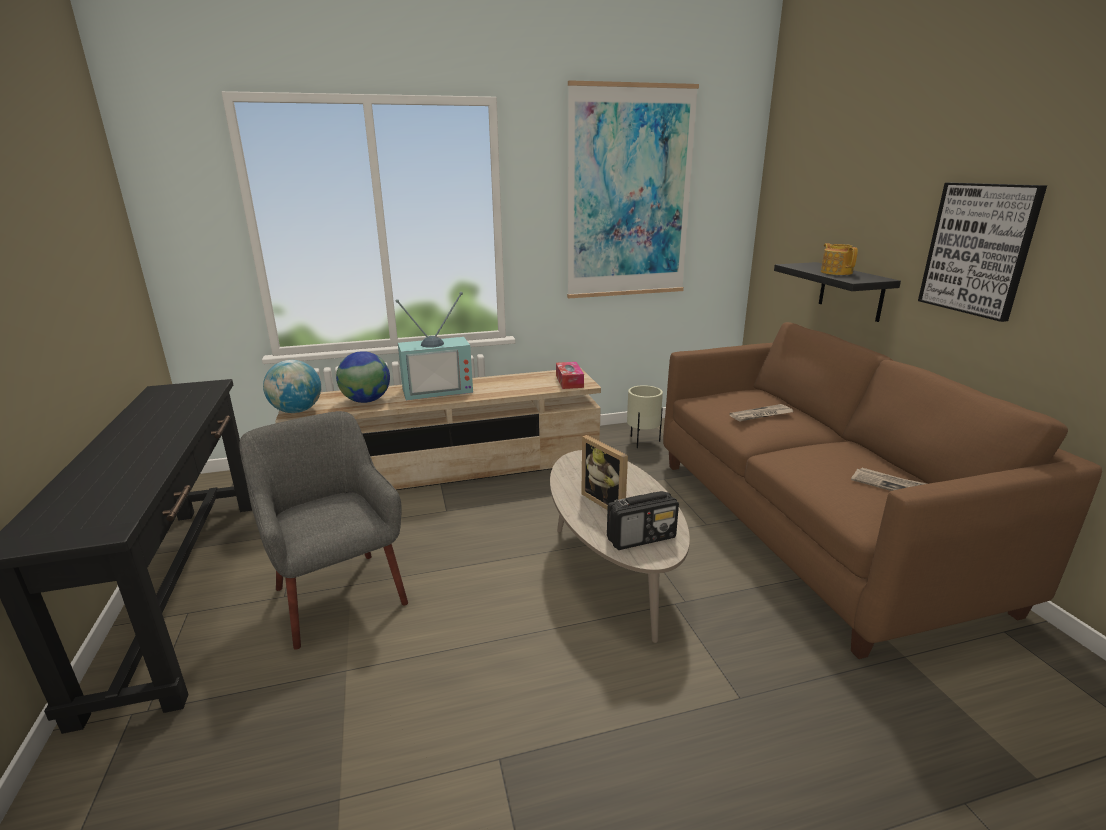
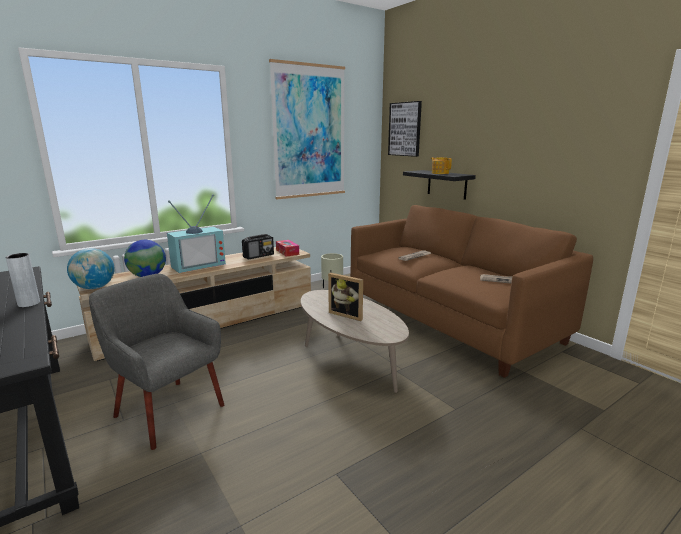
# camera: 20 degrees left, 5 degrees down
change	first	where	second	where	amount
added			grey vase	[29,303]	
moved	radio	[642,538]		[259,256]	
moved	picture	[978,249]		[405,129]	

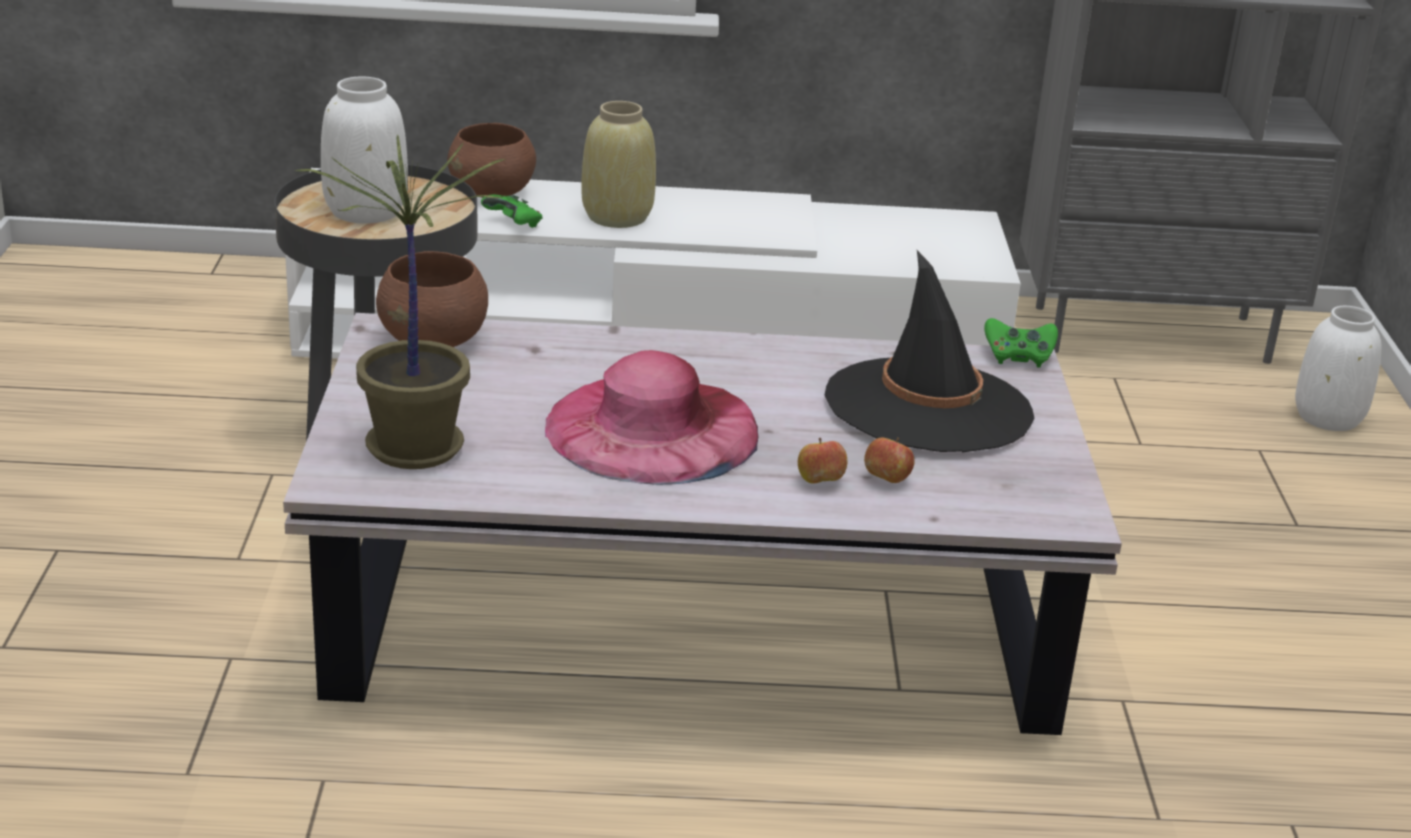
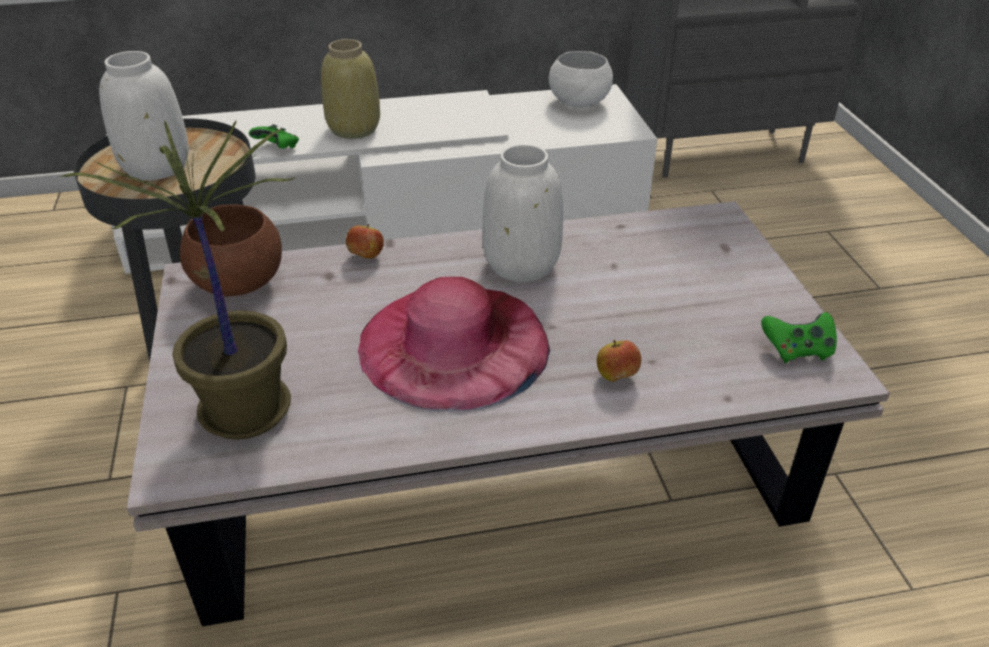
# camera: 10 degrees left, 10 degrees up
change	first	where	second	where	amount
moved	apple	[886,480]		[366,256]	
moved	white vase	[1327,418]		[520,265]	
added			white bowl	[578,103]	
moved	green game controller	[1018,358]		[797,350]	
removed	brown bowl	[492,193]			
removed	black hat	[928,407]			

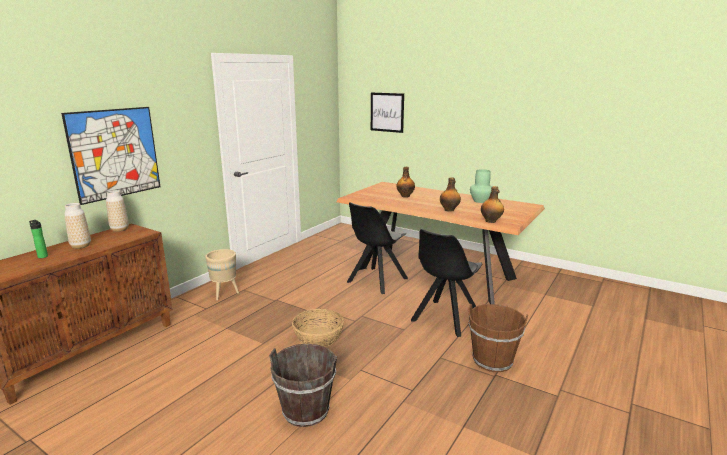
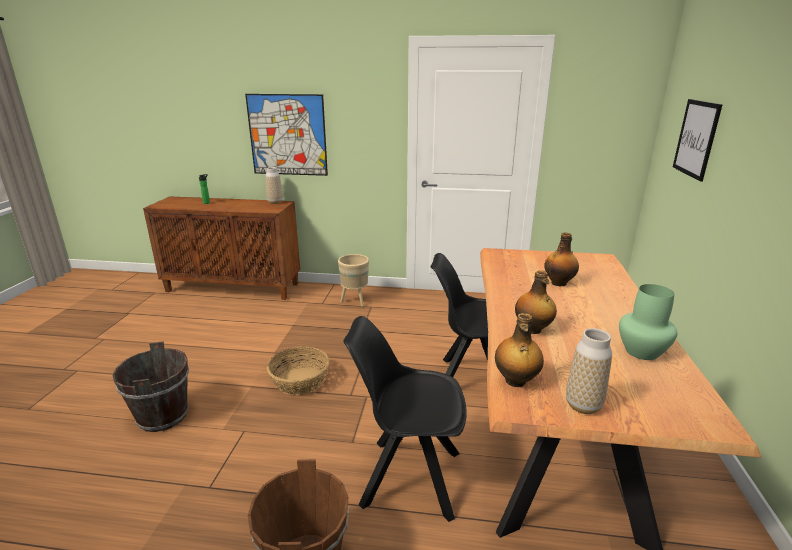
# camera: 65 degrees right, 5 degrees up
change	first	where	second	where	amount
moved	vase	[81,246]		[583,405]	

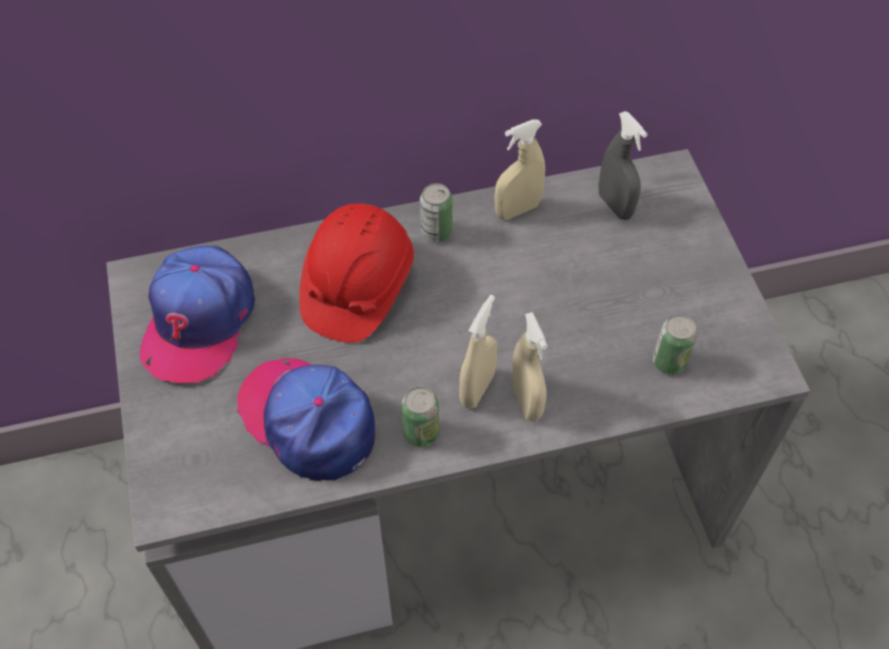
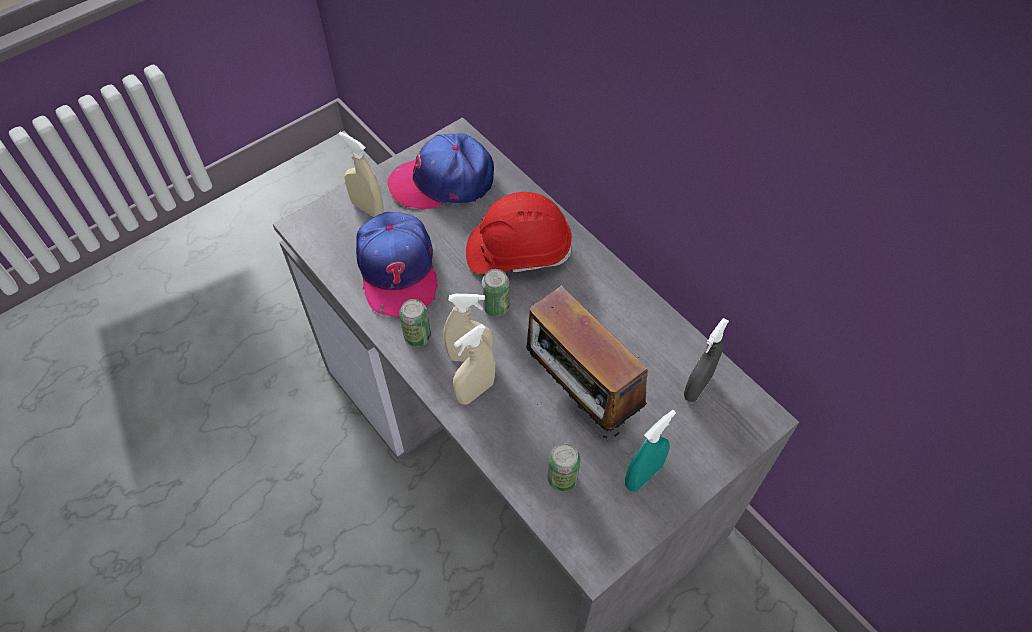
# camera: 65 degrees right, 0 degrees up
change	first	where	second	where	amount
moved	beige spray bottle	[517,210]		[367,208]	
turned	cap	[309,420]		[397,270]	150 degrees clockwise
moved	can	[436,232]		[496,307]	
added			radio	[580,395]	
added			turquoise spray bottle	[643,476]	

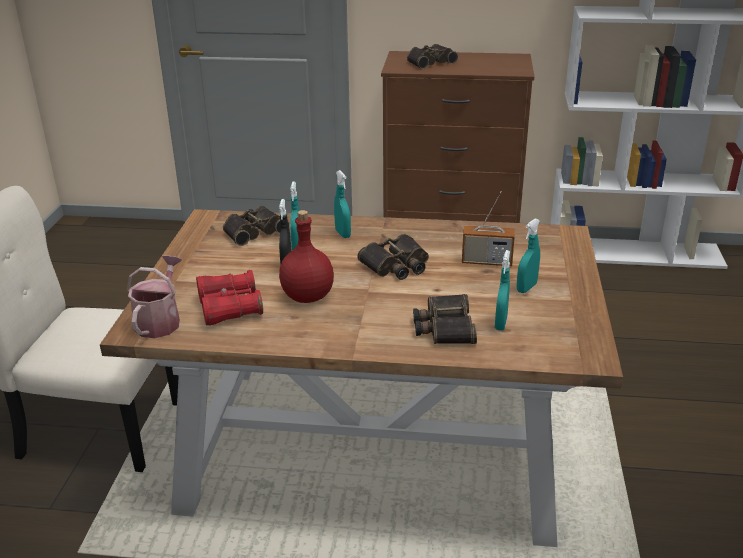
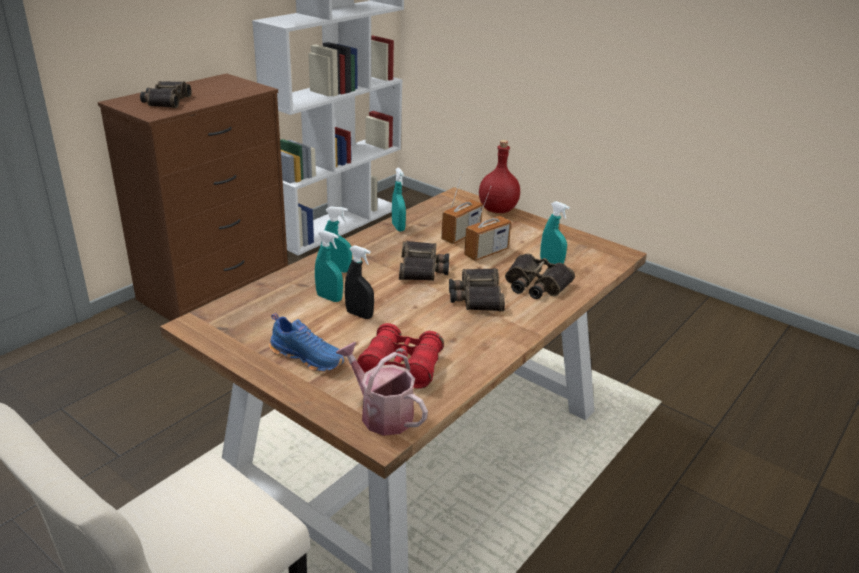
# camera: 60 degrees left, 0 degrees up
change	first	where	second	where	amount
added			blue shoe	[308,357]	
moved	turquoise spray bottle	[526,288]		[398,227]	
moved	binoculars	[253,231]		[476,296]	
added			radio	[486,253]	
moved	red bottle	[307,296]		[497,209]	

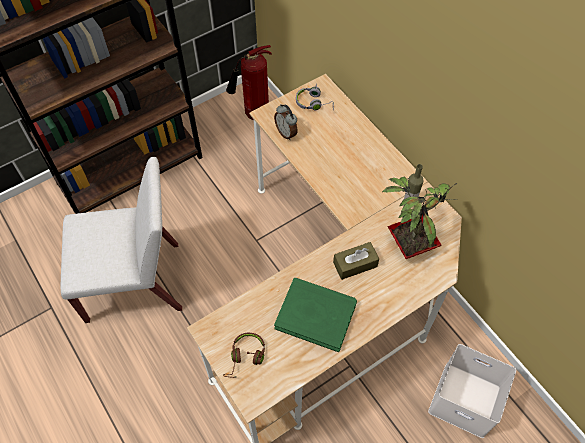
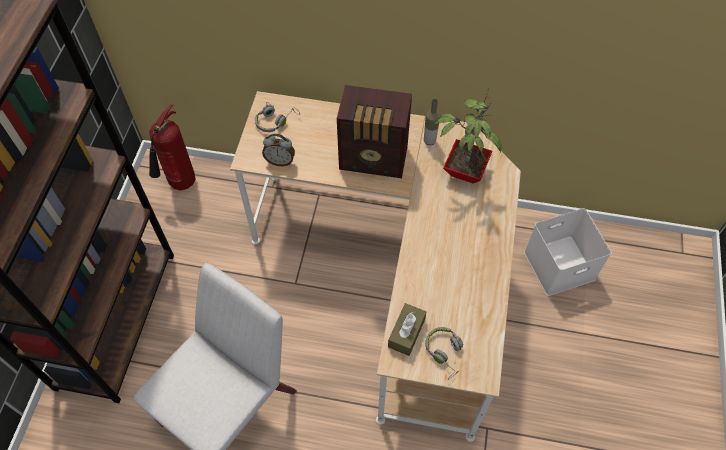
# camera: 45 degrees left, 0 degrees up
change	first	where	second	where	amount
added			radio	[374,159]	
moved	brown tissue box	[355,264]		[406,333]	
recoloured	brown headphones	[245,357]	grey headphones	[445,353]	
removed	green book	[316,315]			

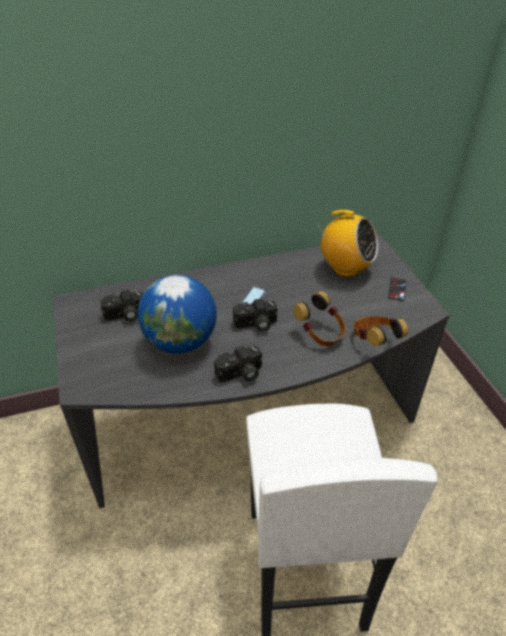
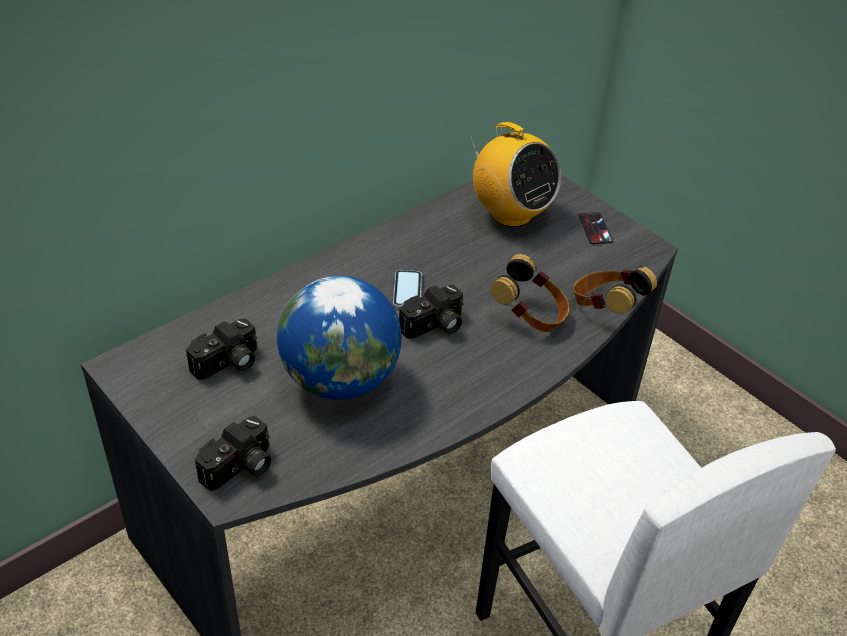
# camera: 25 degrees left, 0 degrees up
change	first	where	second	where	amount
moved	photo camera	[240,374]		[240,468]	
turned	radio	[345,268]		[510,214]	45 degrees clockwise

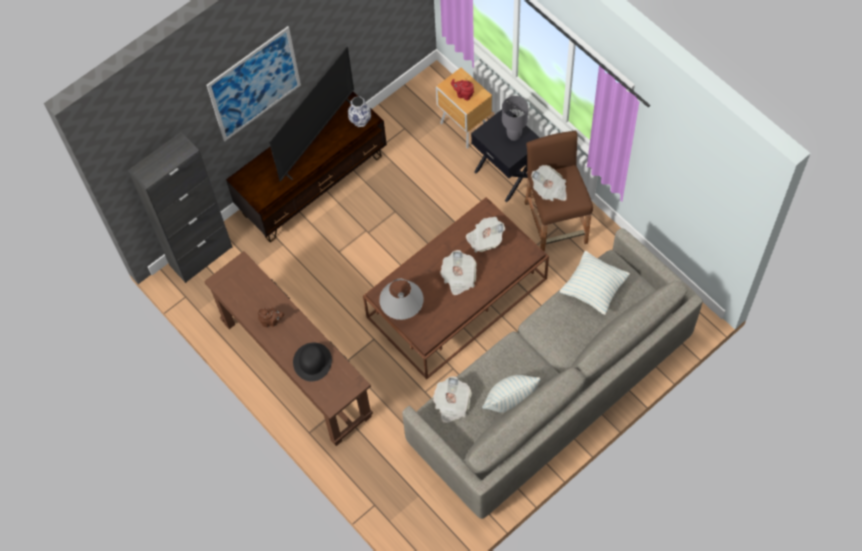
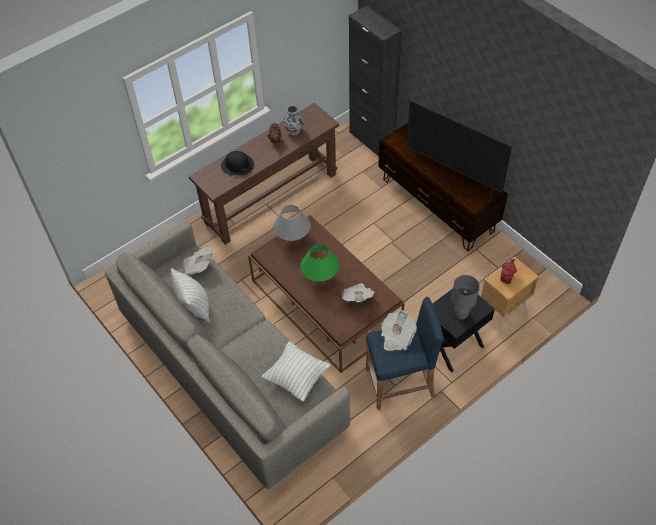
# camera: 90 degrees right, 10 degrees down
change	first	where	second	where	amount
moved	vase	[361,120]		[294,131]	
replaced	newspaper	[458,277]	green table lamp	[320,277]	
recoloured	brown stool	[555,222]	blue stool	[400,383]	
removed	picture	[254,84]			

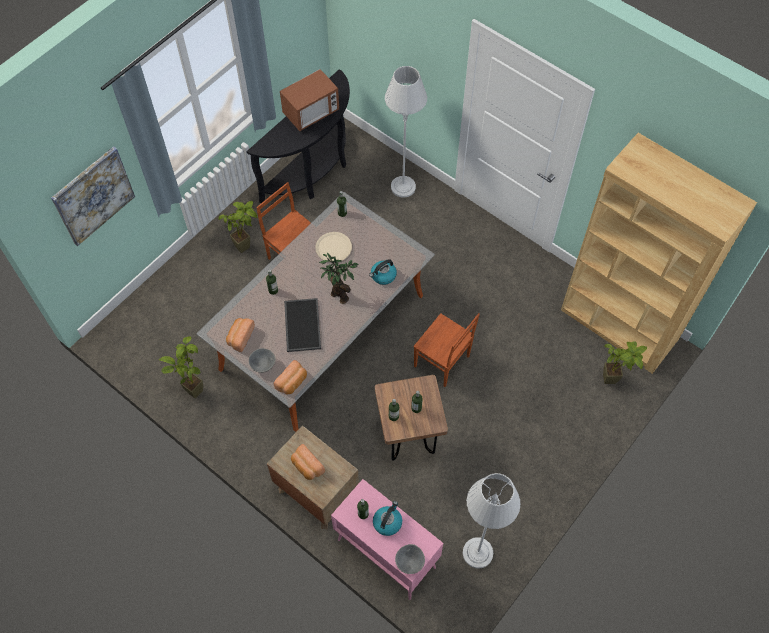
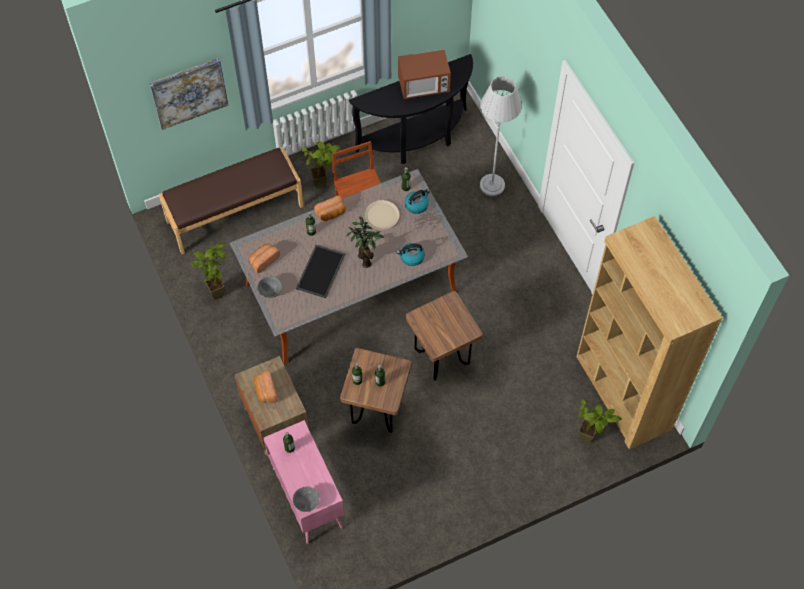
# camera: 25 degrees right, 0 degrees up
change	first	where	second	where	amount
added			brown bench	[234,213]	
moved	bread	[292,382]		[331,213]	
moved	kettle	[387,522]		[417,205]	
replaced	brown chair	[442,362]	brown stool	[441,358]	
removed	grey floor lamp	[477,553]			

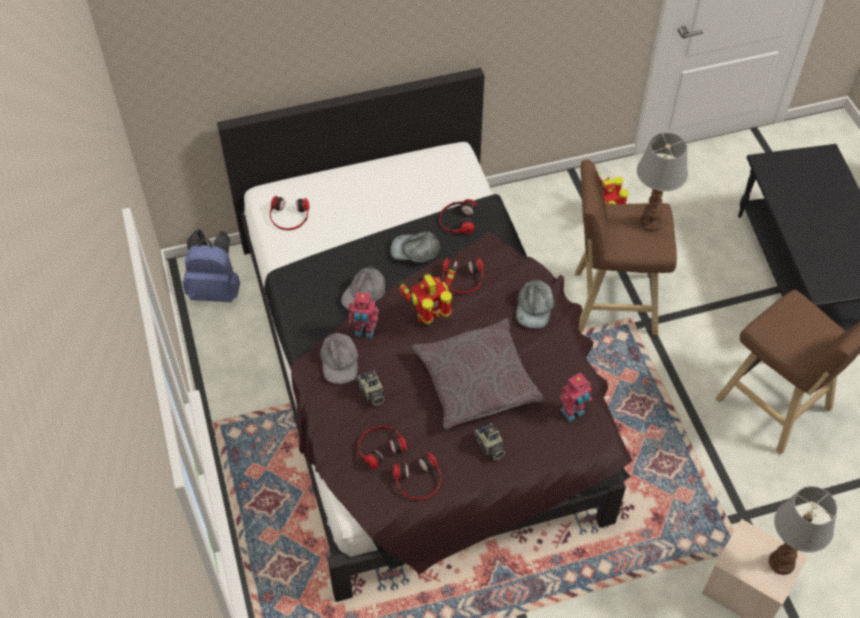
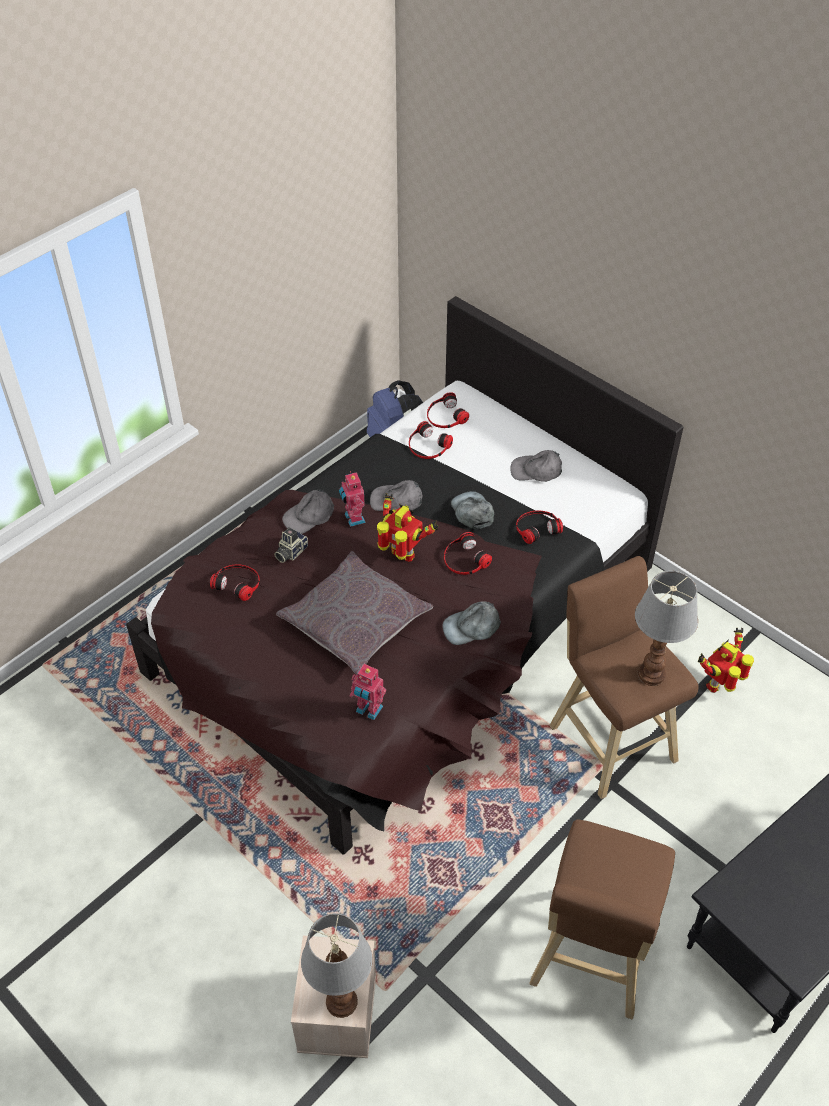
# camera: 60 degrees right, 5 degrees down
change	first	where	second	where	amount
moved	headphones	[418,481]		[428,446]	
added			grey cap	[536,470]	
removed	photo camera	[489,446]			

